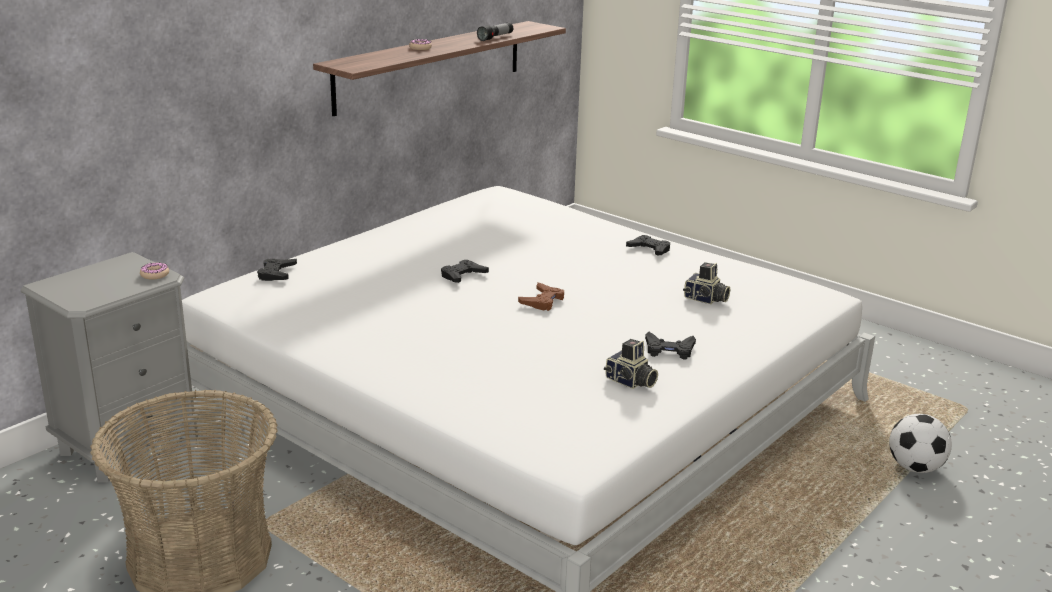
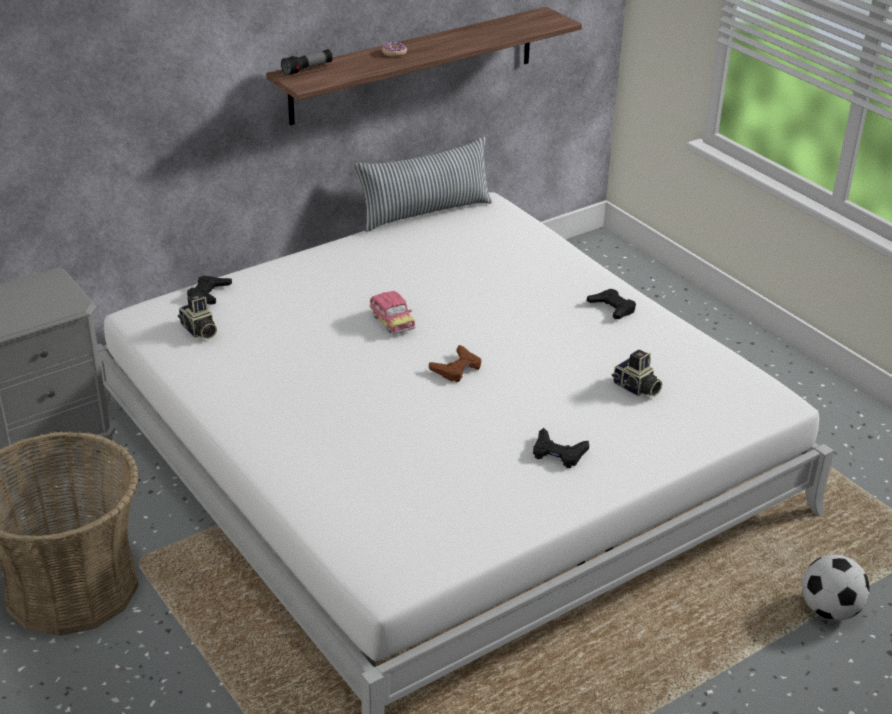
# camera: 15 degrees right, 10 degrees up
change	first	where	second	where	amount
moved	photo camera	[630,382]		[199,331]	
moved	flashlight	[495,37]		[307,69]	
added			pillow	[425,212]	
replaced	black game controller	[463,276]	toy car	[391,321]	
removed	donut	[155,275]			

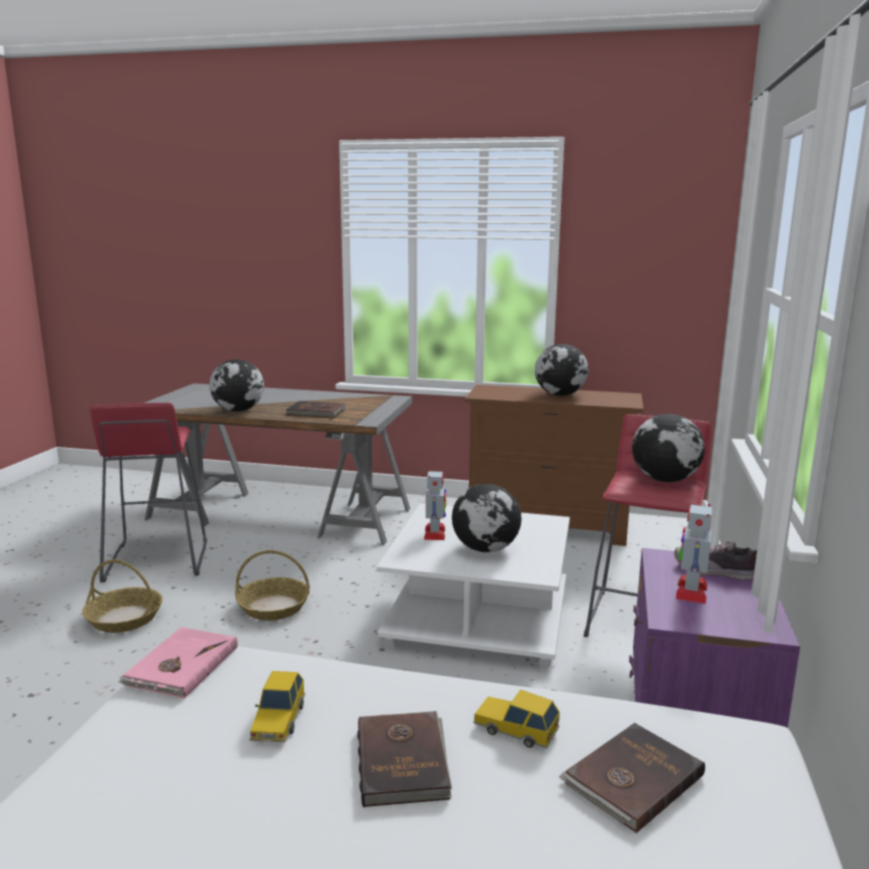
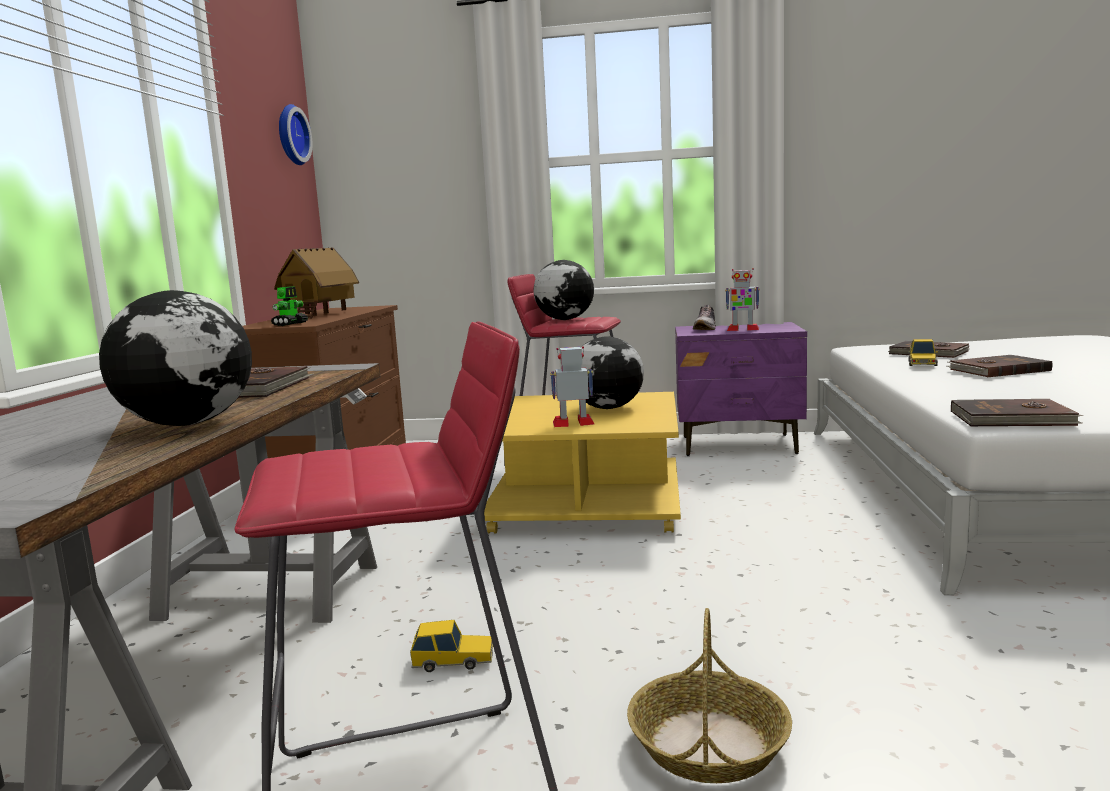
# camera: 95 degrees left, 5 degrees down
change	first	where	second	where	amount
added			toy robot	[290,324]	
replaced	globe	[560,395]	toy house	[321,314]	
added			wall clock	[290,135]	
moved	toy car	[278,720]		[453,660]	
recoloured	white coffee table	[477,616]	yellow coffee table	[584,504]	
recoloured	pink book	[180,666]	brown book	[1013,419]	
removed	basket	[274,607]			

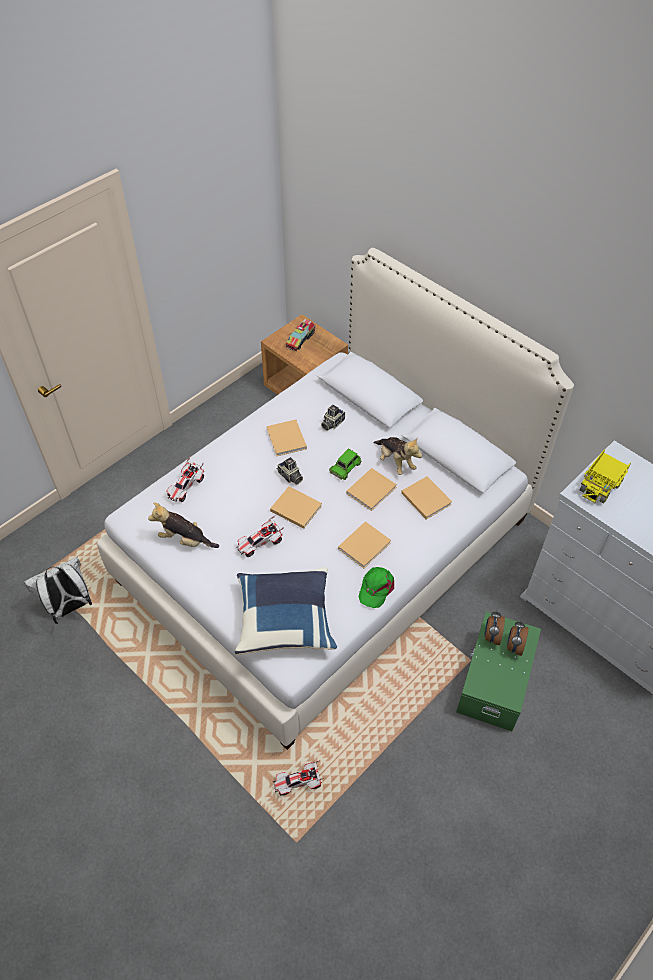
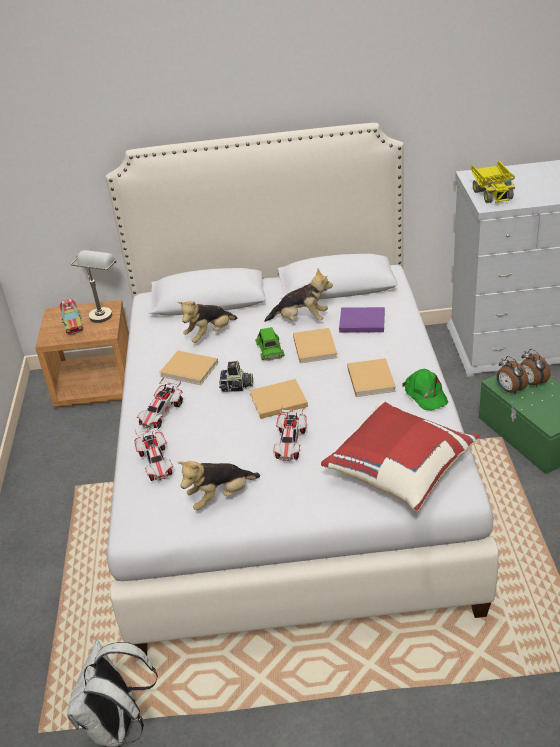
# camera: 45 degrees left, 15 degrees down
change	first	where	second	where	amount
added			grey table lamp	[104,311]	
moved	toy car	[298,782]		[161,414]	
replaced	photo camera	[332,423]	plush toy	[210,334]	
recoloured	blue pillow	[285,619]	red pillow	[399,469]	
recoloured	beige book	[425,498]	purple book	[360,321]	

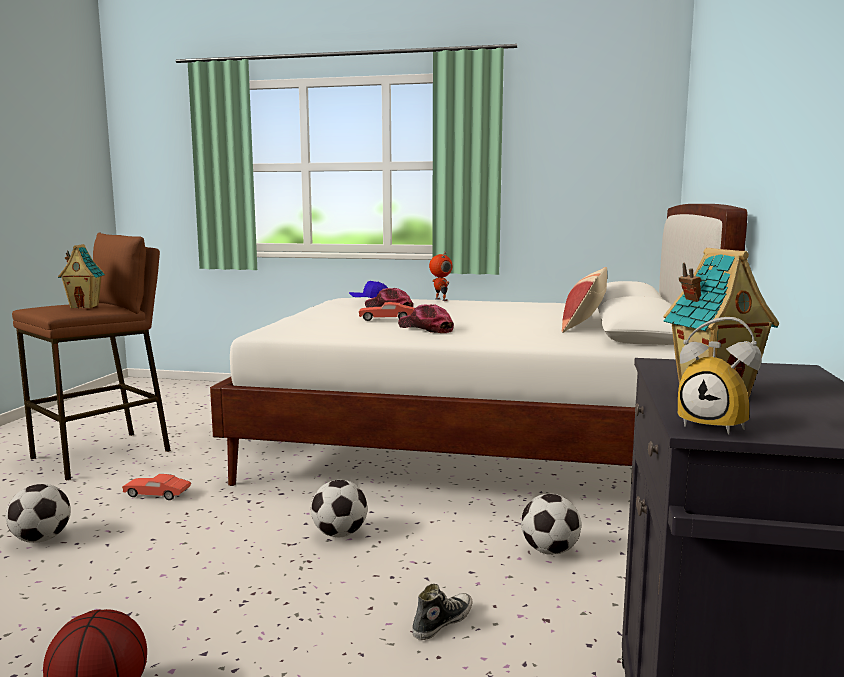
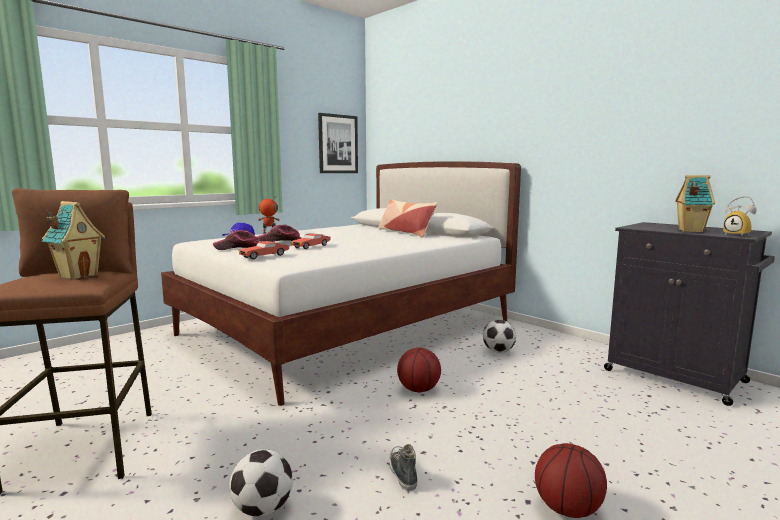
# camera: 55 degrees left, 0 degrees up
change	first	where	second	where	amount
moved	cap	[426,328]		[238,248]	
moved	red toy car	[157,495]		[265,256]	
added			picture	[338,144]	
moved	shoe	[442,622]		[402,472]	
replaced	football	[340,534]	basketball	[419,389]	
turned	alarm clock	[716,425]		[738,235]	75 degrees clockwise

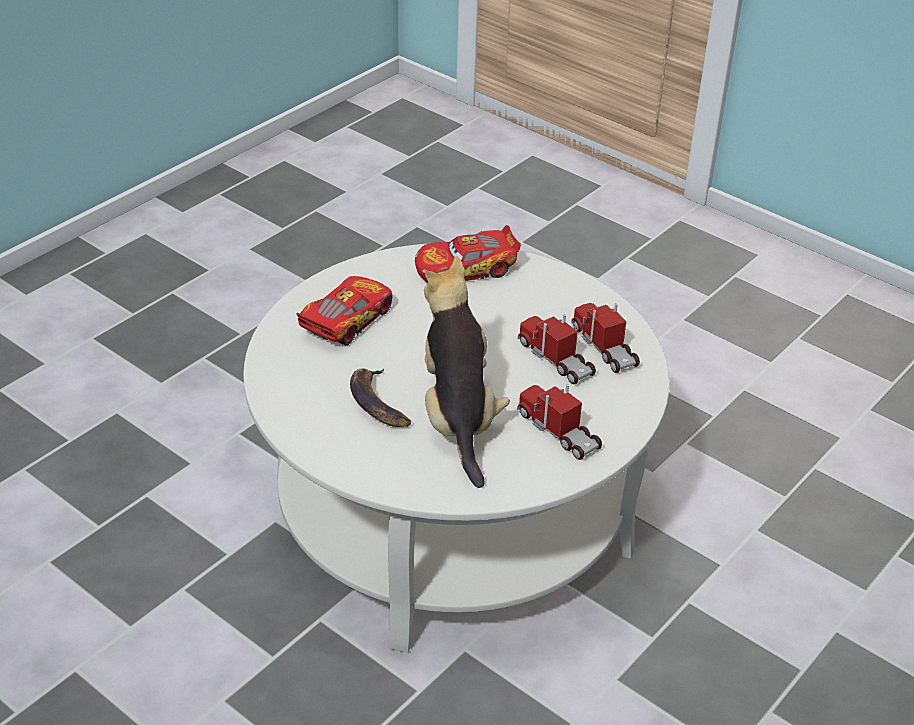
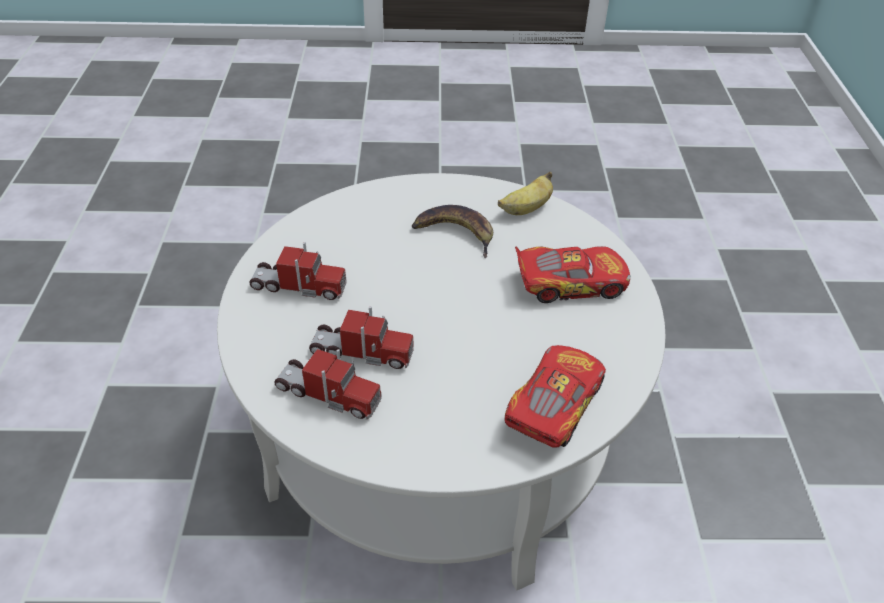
# camera: 140 degrees right, 5 degrees up
change	first	where	second	where	amount
added			banana	[526,209]	
turned	toy car	[347,320]		[570,283]	90 degrees counterclockwise
removed	plush toy	[458,418]			

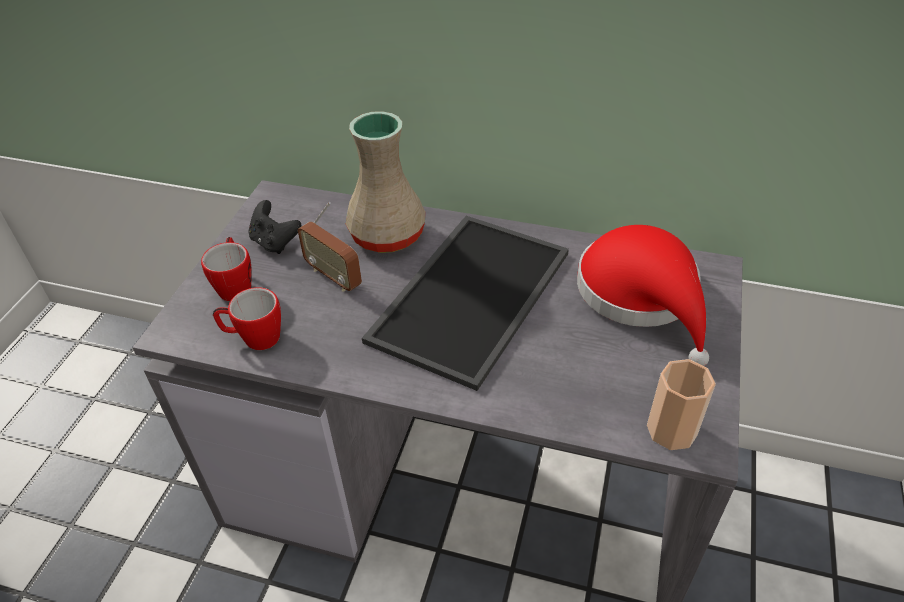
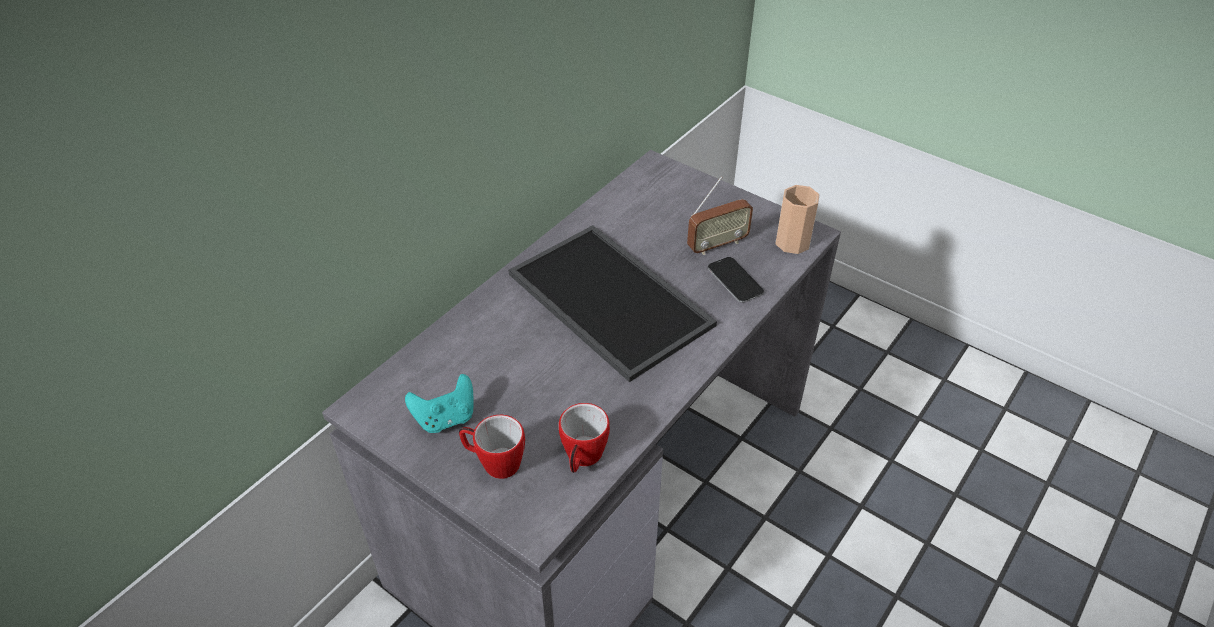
# camera: 70 degrees left, 0 degrees up
change	first	where	second	where	amount
recoloured	black game controller	[275,242]	turquoise game controller	[445,418]	
moved	radio	[334,276]		[717,245]	
added			phone	[735,280]	
removed	beige vase	[385,235]			
removed	red hat	[642,295]			

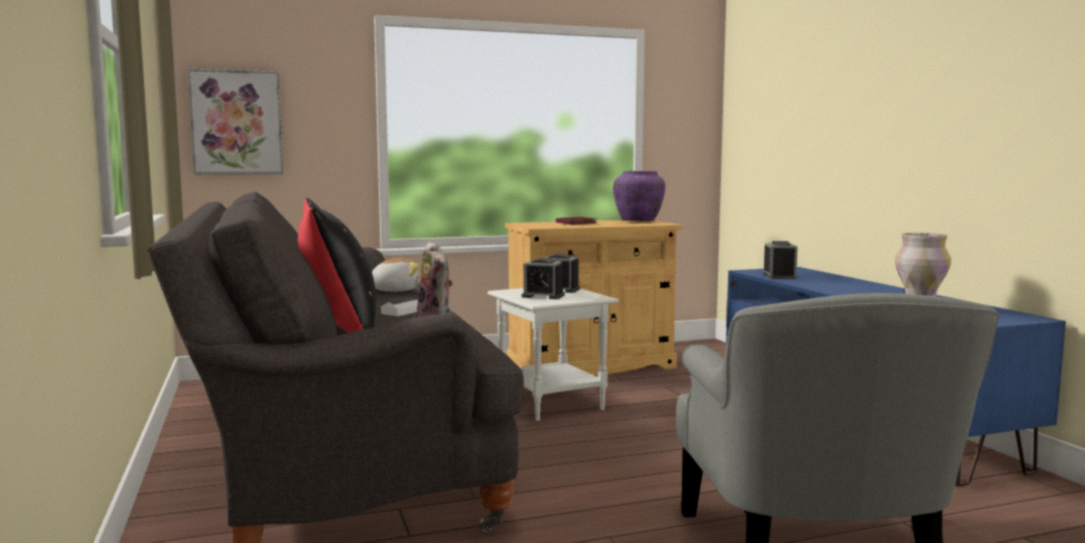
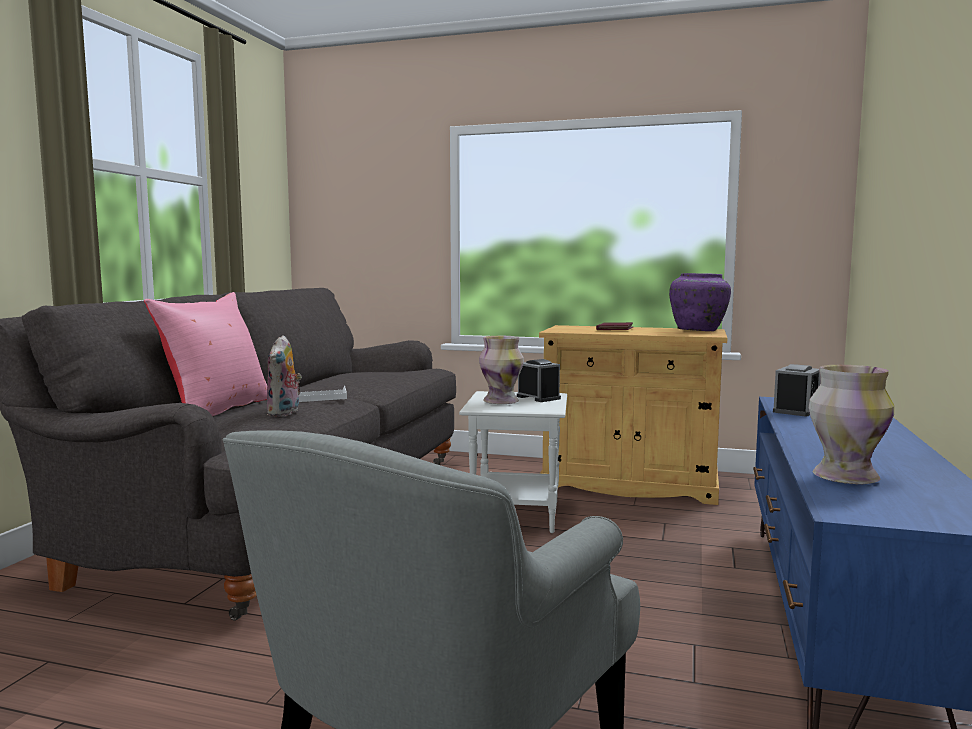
# camera: 35 degrees right, 0 degrees up
change	first	where	second	where	amount
recoloured	black pillow	[339,331]	pink pillow	[217,410]	
replaced	alarm clock	[543,296]	vase	[502,402]	
removed	picture	[236,122]			
removed	plush toy	[394,290]			

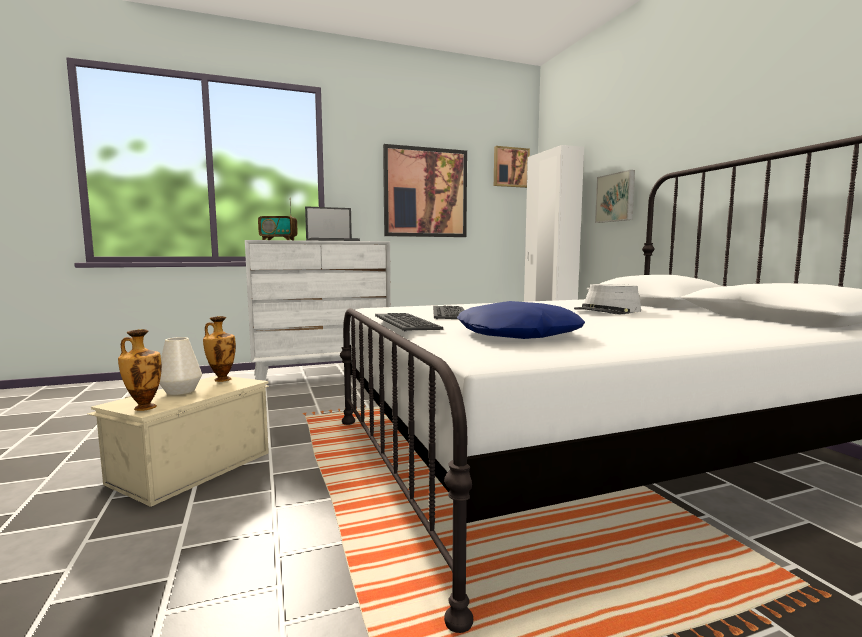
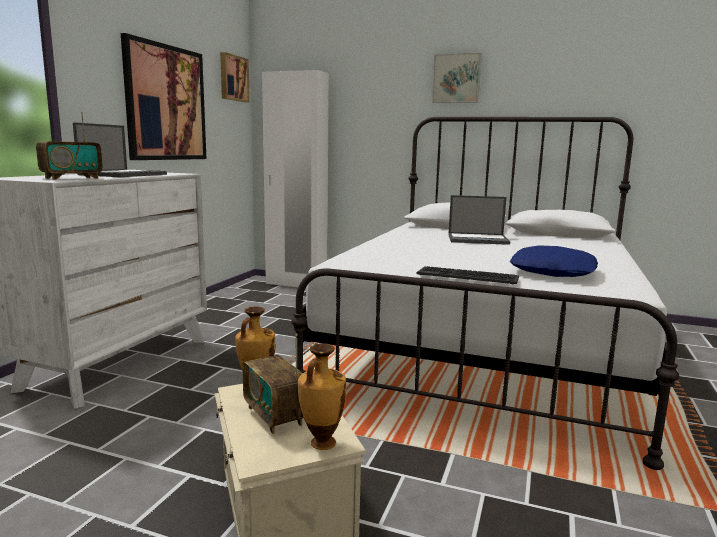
# camera: 50 degrees left, 5 degrees up
change	first	where	second	where	amount
replaced	white vase	[180,391]	radio	[275,416]	
moved	picture	[616,197]		[456,78]	
replaced	grey hat	[608,311]	laptop	[478,239]	
removed	keyboard	[450,313]			

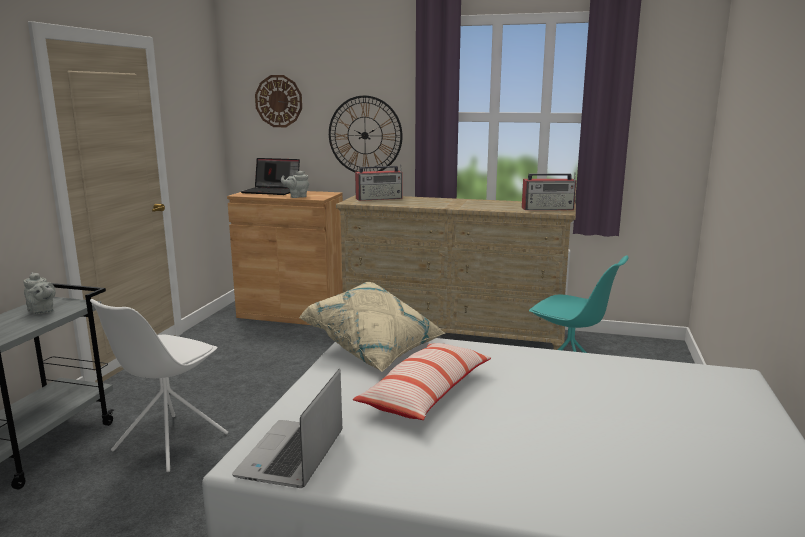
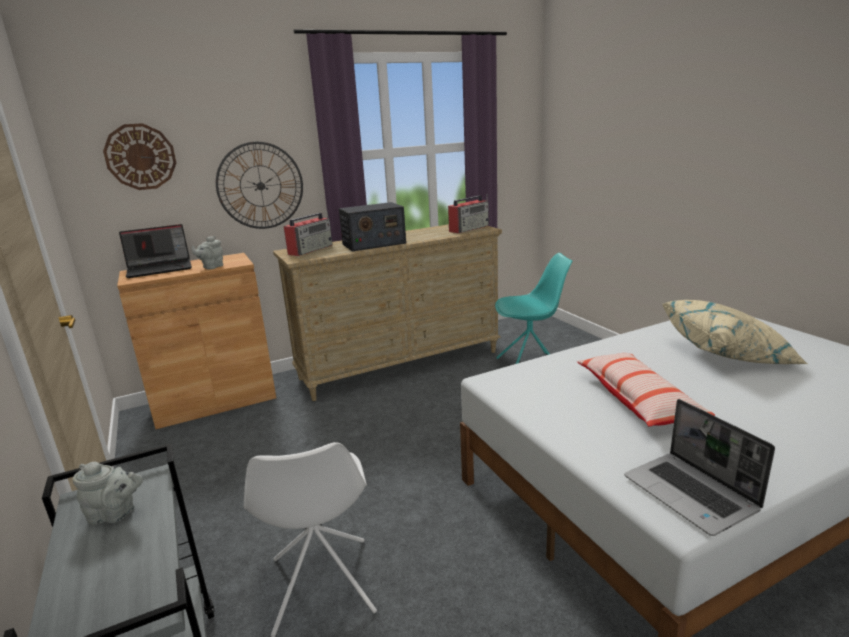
# camera: 40 degrees left, 5 degrees up
change	first	where	second	where	amount
added			radio	[373,244]	
moved	beige pillow	[375,348]		[727,354]	

